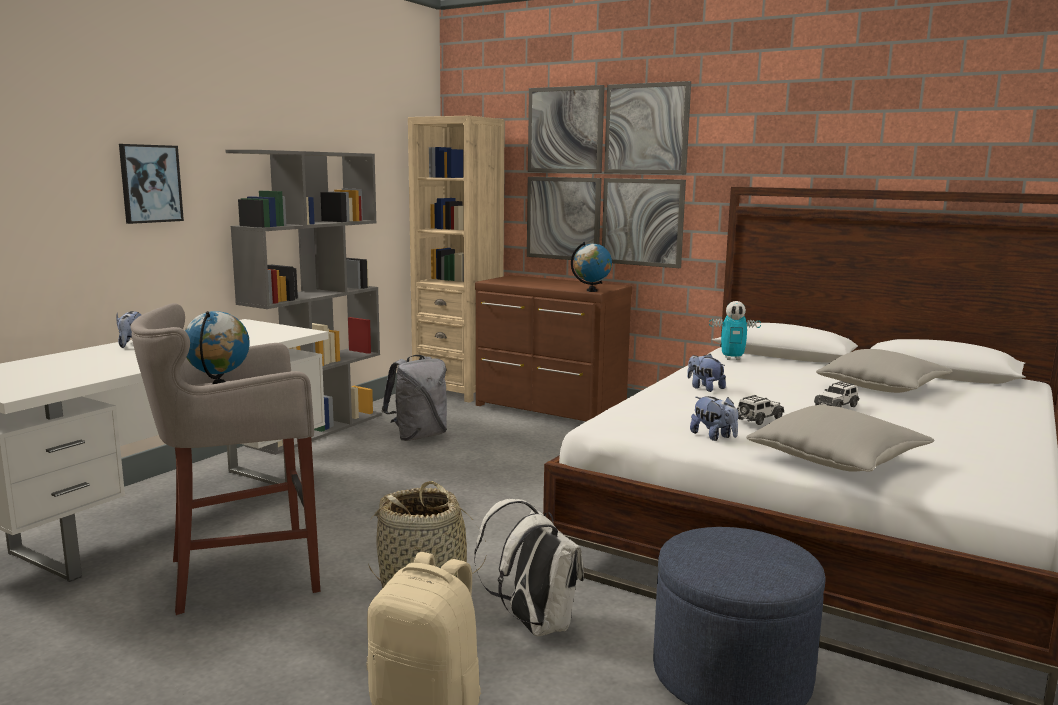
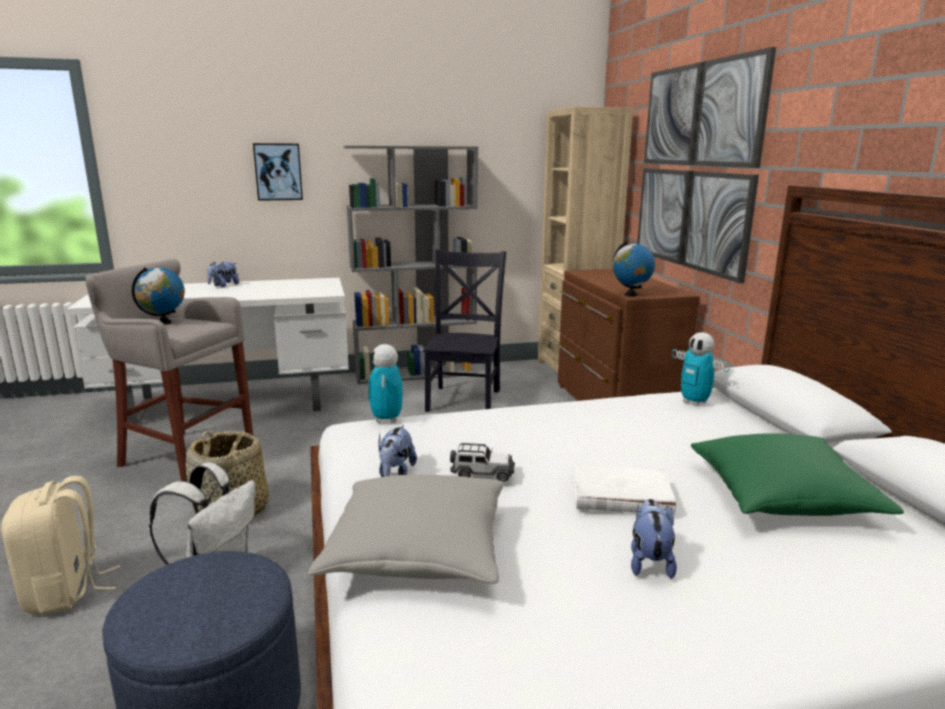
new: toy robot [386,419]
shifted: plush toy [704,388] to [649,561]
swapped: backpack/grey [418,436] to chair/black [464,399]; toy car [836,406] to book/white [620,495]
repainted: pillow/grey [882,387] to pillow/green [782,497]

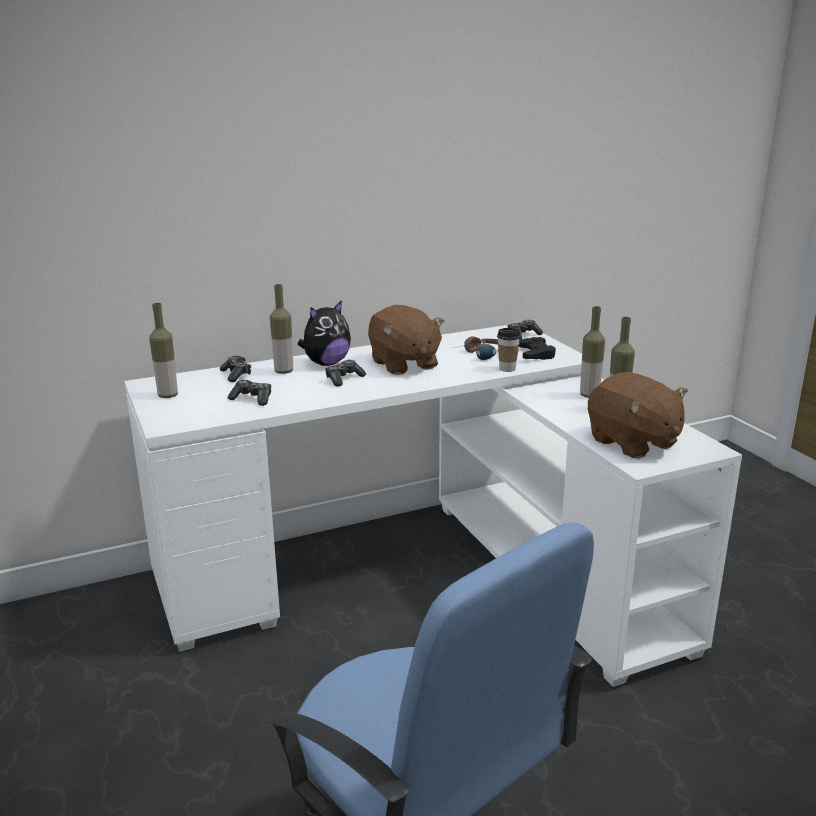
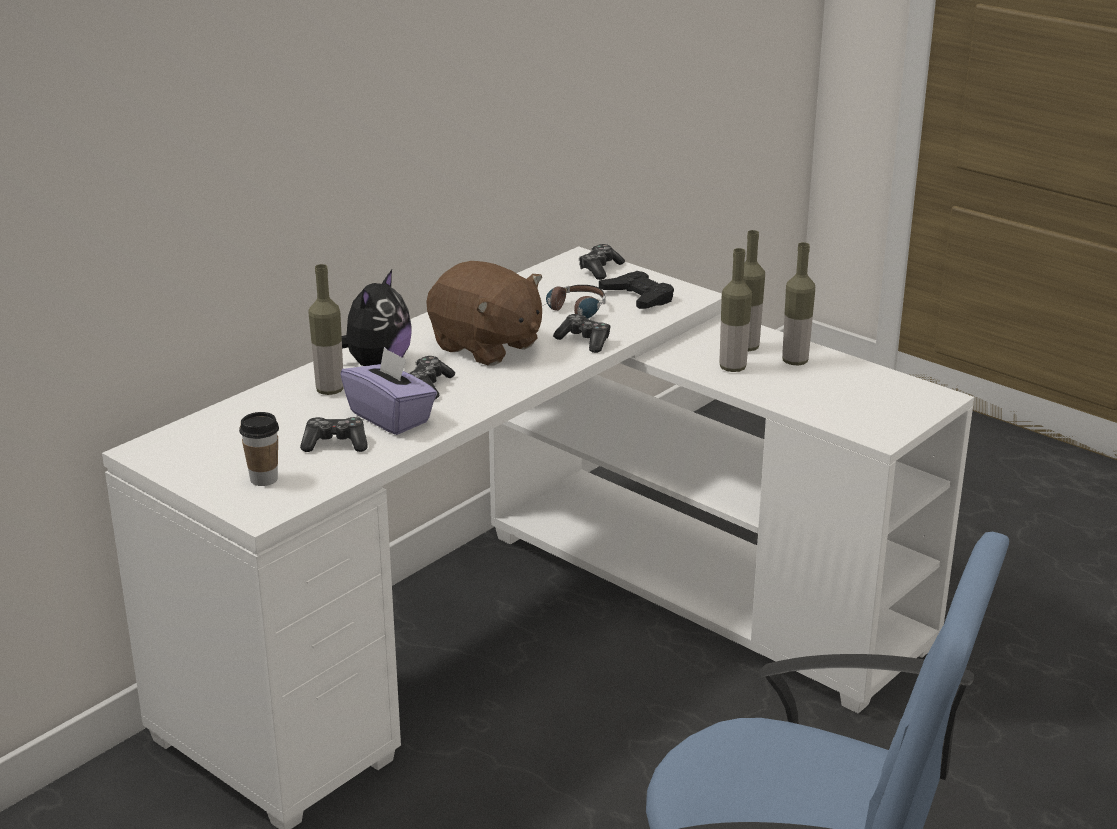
gone: plush toy/brown [633,443]
new: tissue box/purple [391,417]
shifted: cup [507,369] to [264,479]; game controller [236,375] to [584,341]; bottle [168,395] to [732,368]

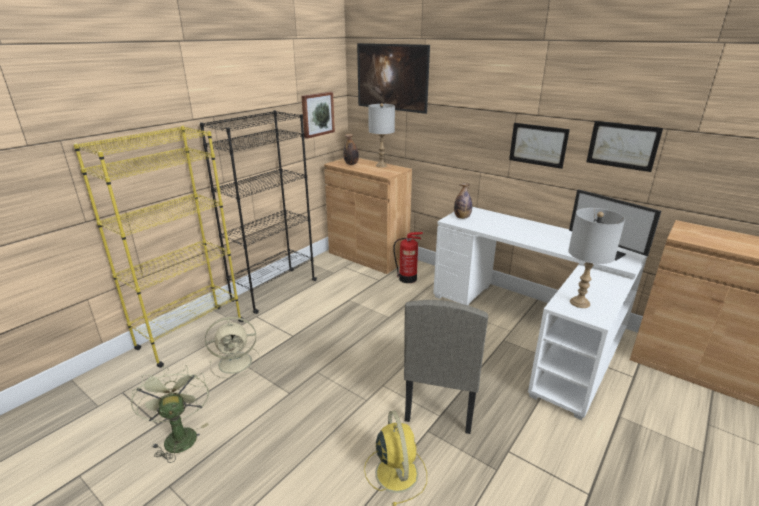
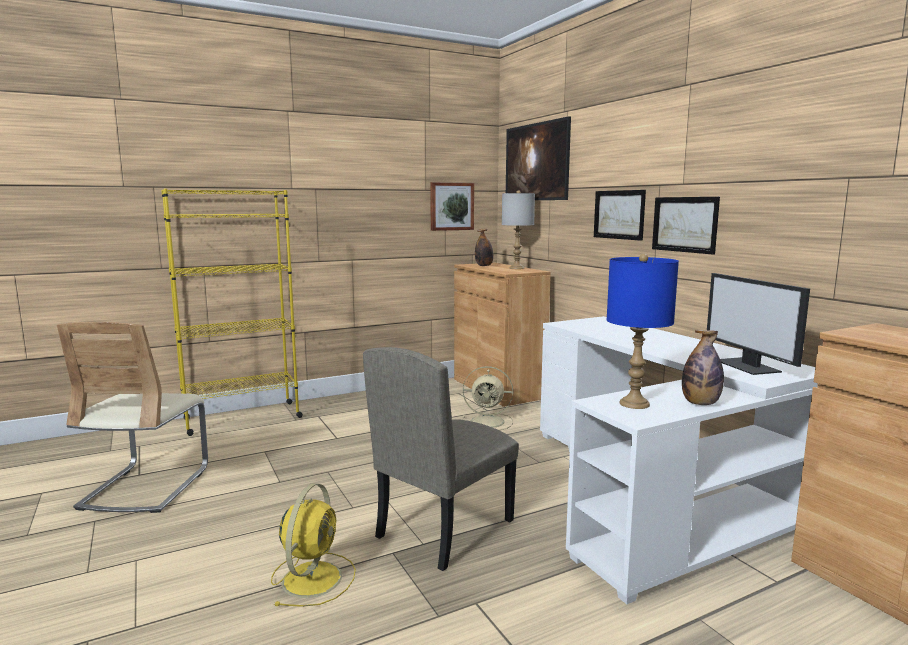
gone: bookcase/black [274,290]; fire extinguisher [408,278]
shifted: fan/beige [237,362] to [489,421]; picture [622,145] to [619,214]; bottle [462,217] to [700,403]
swapped: fan/green [179,435] to chair/beige [146,487]
repainted: table lamp/grey [579,303] to table lamp/blue [633,404]

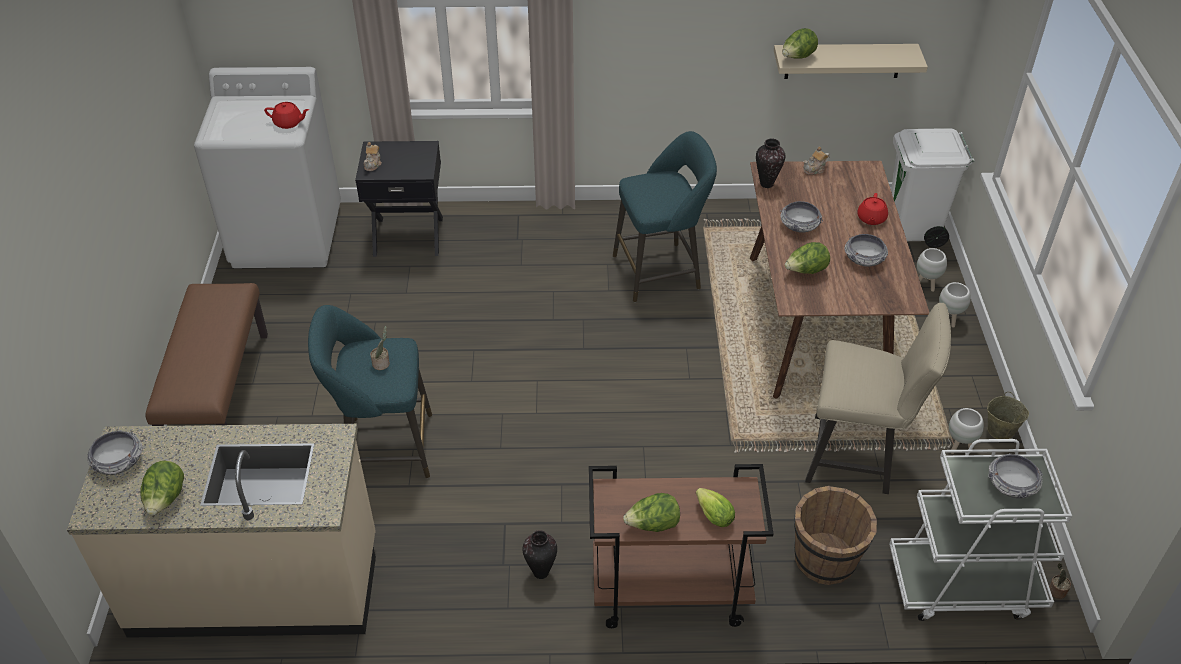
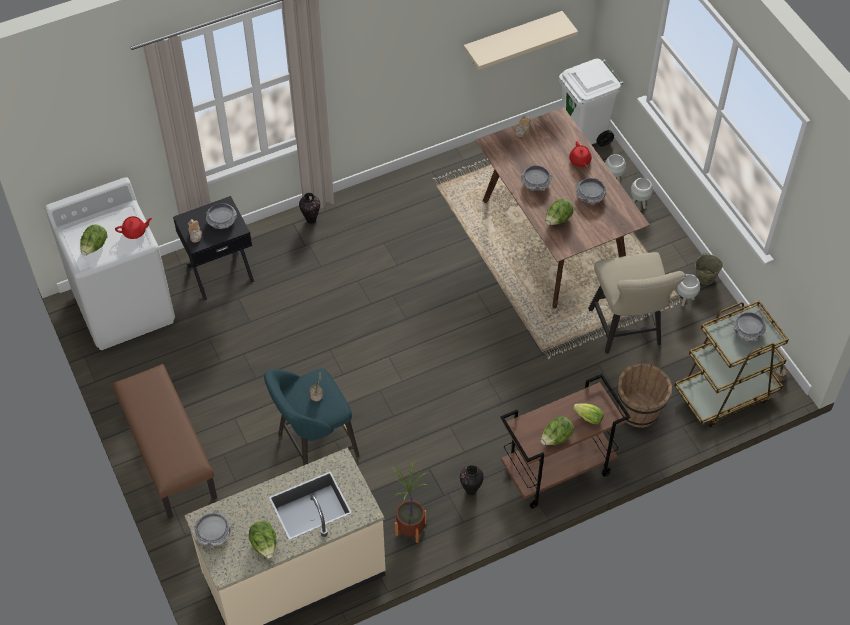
gone: stool/turquoise [661,271]
new: bowl [222,221]; potted plant [410,529]
shifted: lettuce [797,58] to [95,247]; vase [767,184] to [311,219]
repainted: cart/white [964,584] to cart/brown [725,393]
rotated: chair/beige [859,457] = [627,331] 90 degrees clockwise

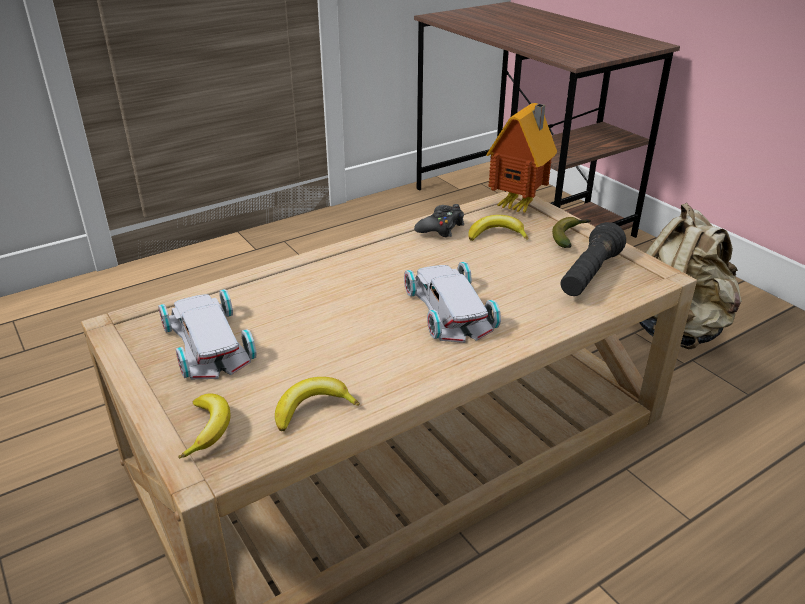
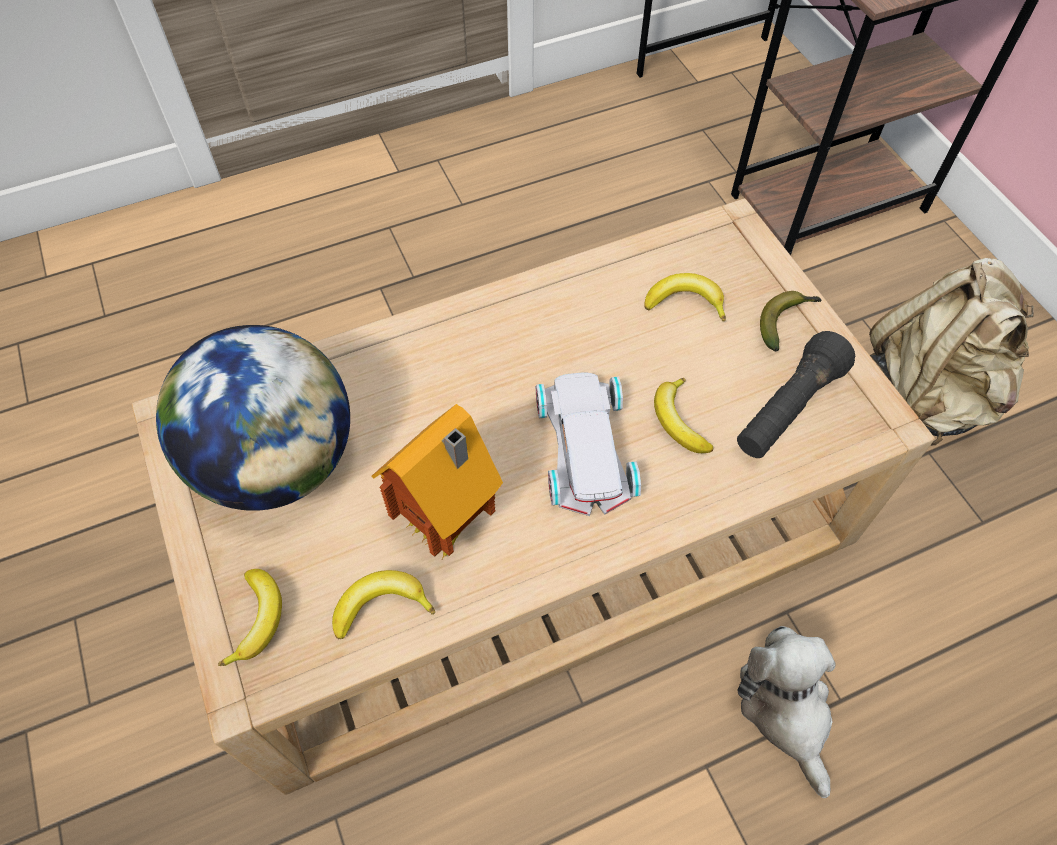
gone: game controller/black [441,228]
new: banana [678,421]; plush toy [786,710]
shifted: toy house [519,207] to [449,527]
swapped: toy car/white [209,341] to globe [278,462]

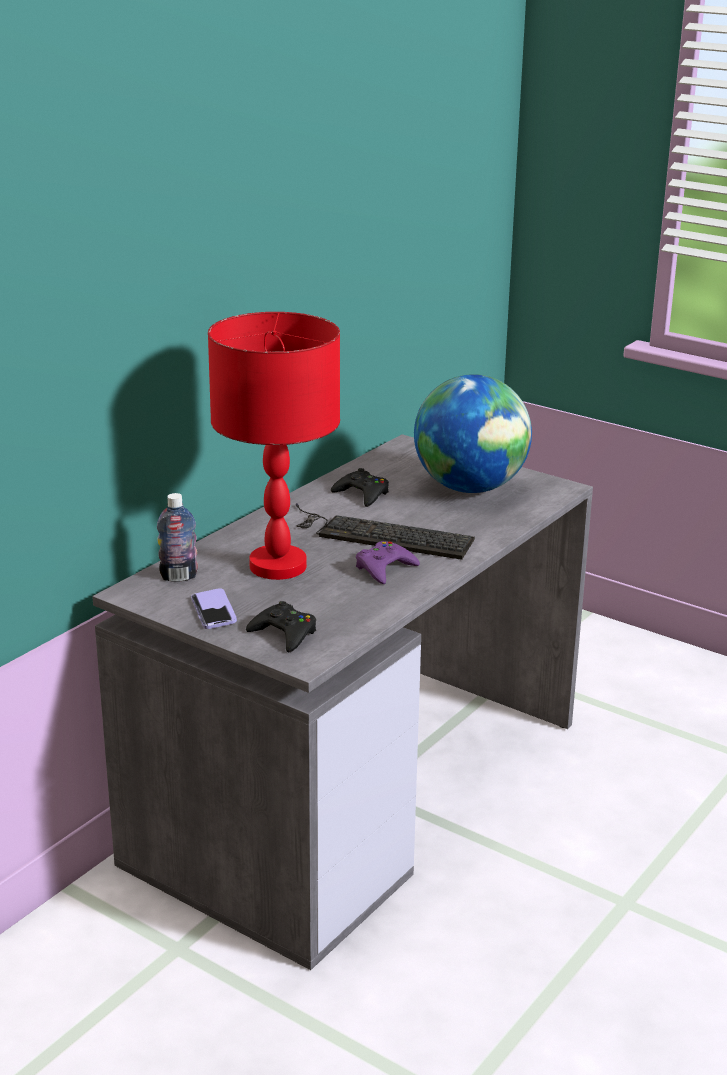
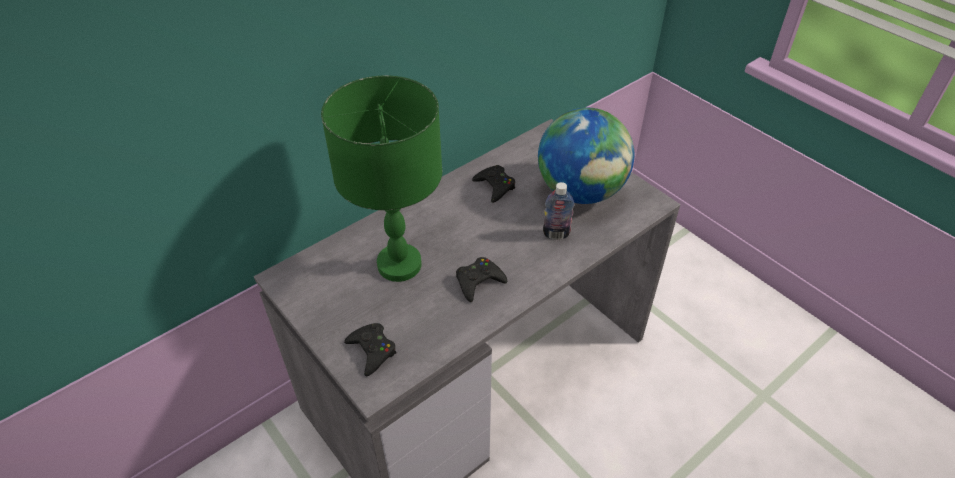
gone: phone [213,611]; keyboard [379,534]
shifted: bottle [179,577] to [556,234]
repainted: table lamp/red [279,566] to table lamp/green [400,265]; game controller/purple [384,568] to game controller/black [478,282]

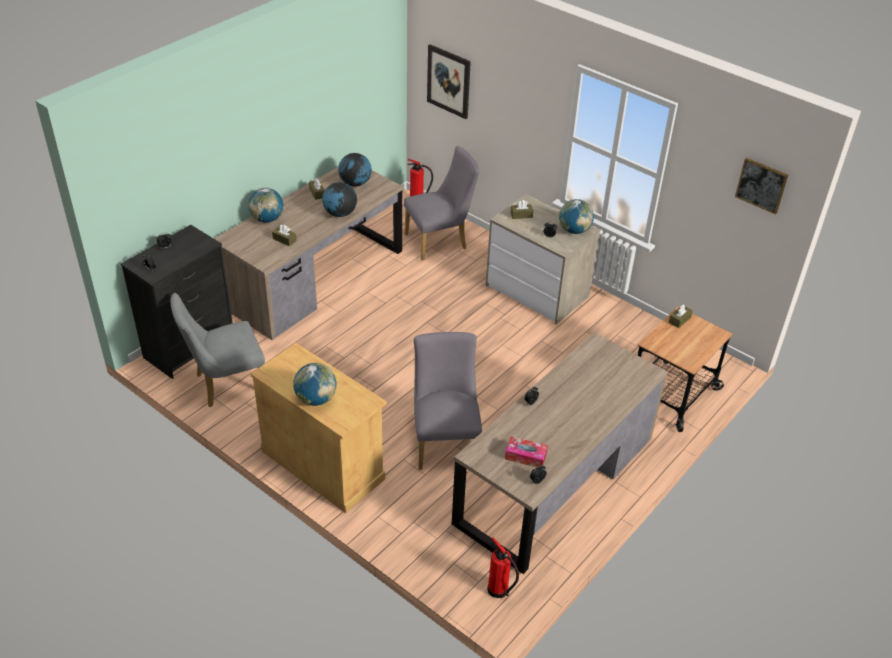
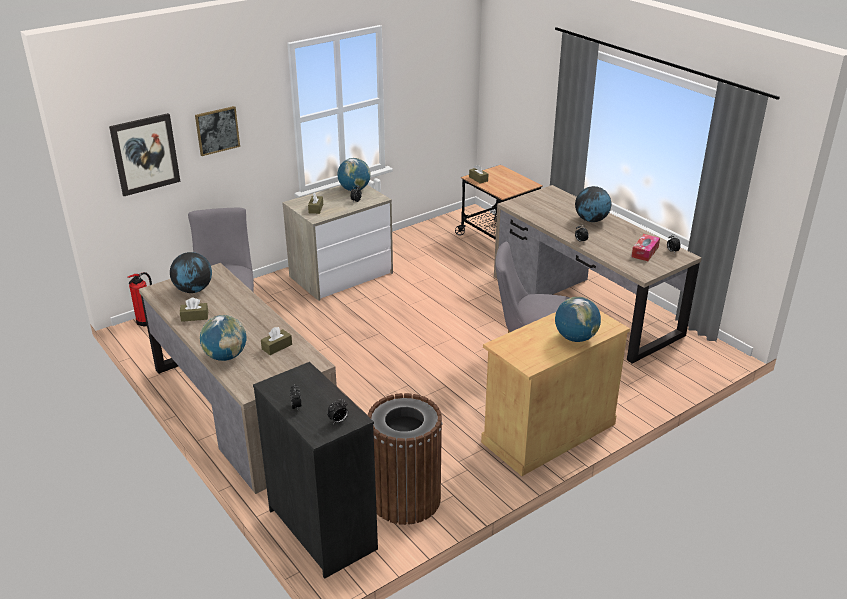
gone: fire extinguisher [499,591]
shifted: picture [761,185] to [217,130]; globe [340,213] to [591,220]
swapped: chair/grey [225,385] to trash can/brown [405,499]

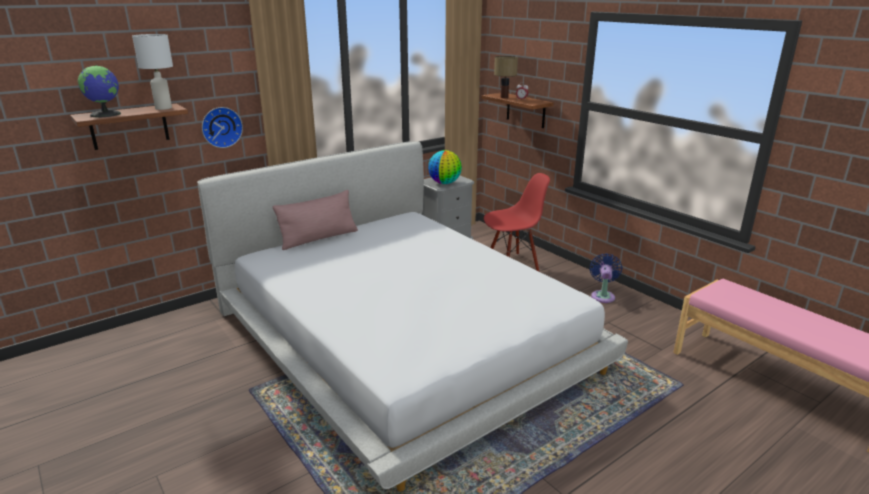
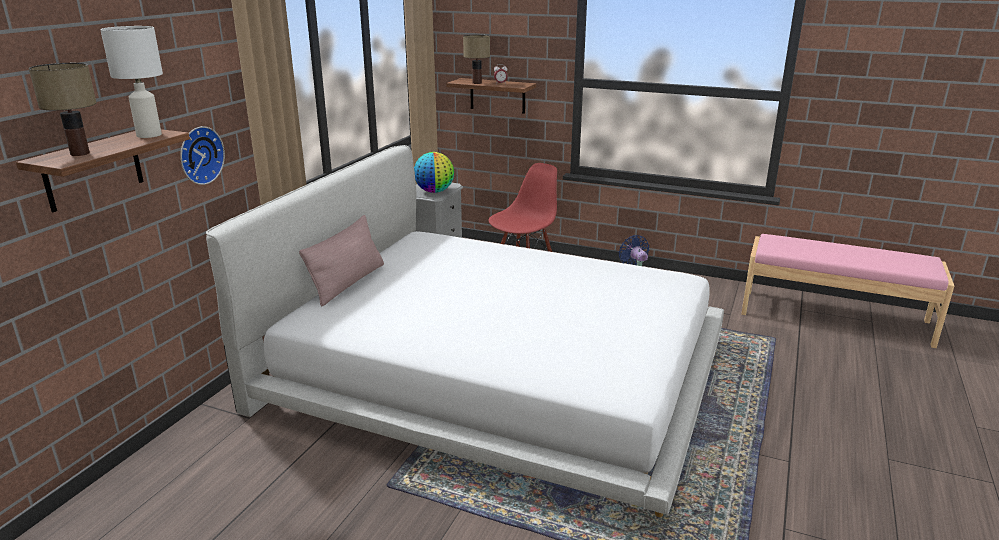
swapped: globe [106,114] to table lamp [81,153]

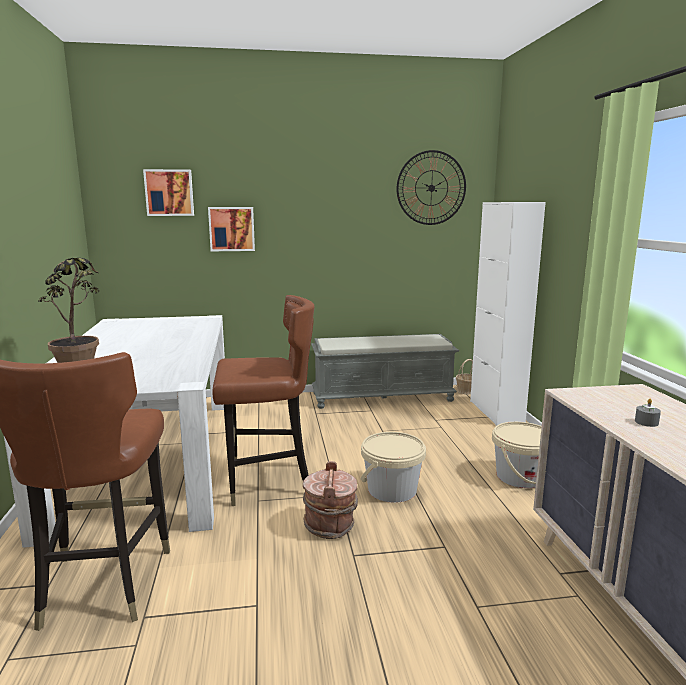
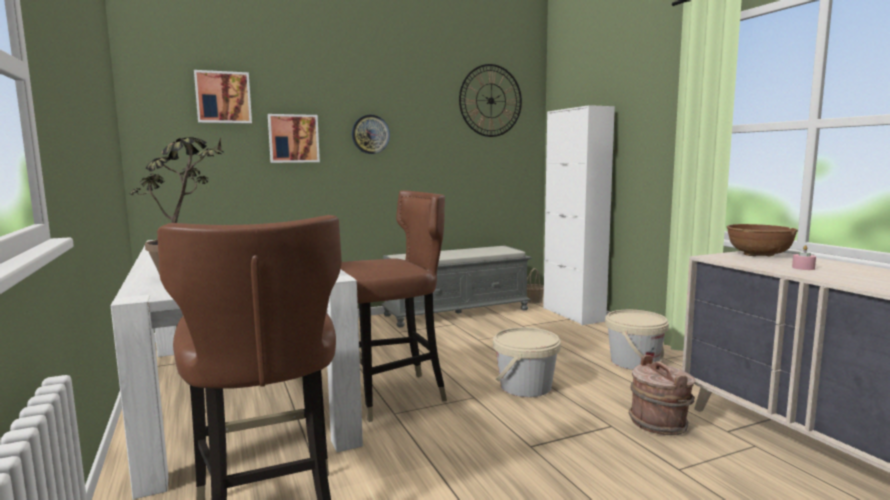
new: wall clock [370,134]; bowl/brown [758,255]
shifted: bucket/brown [330,525] to [659,424]
repainted: candle/grey [646,422] to candle/pink [803,268]

